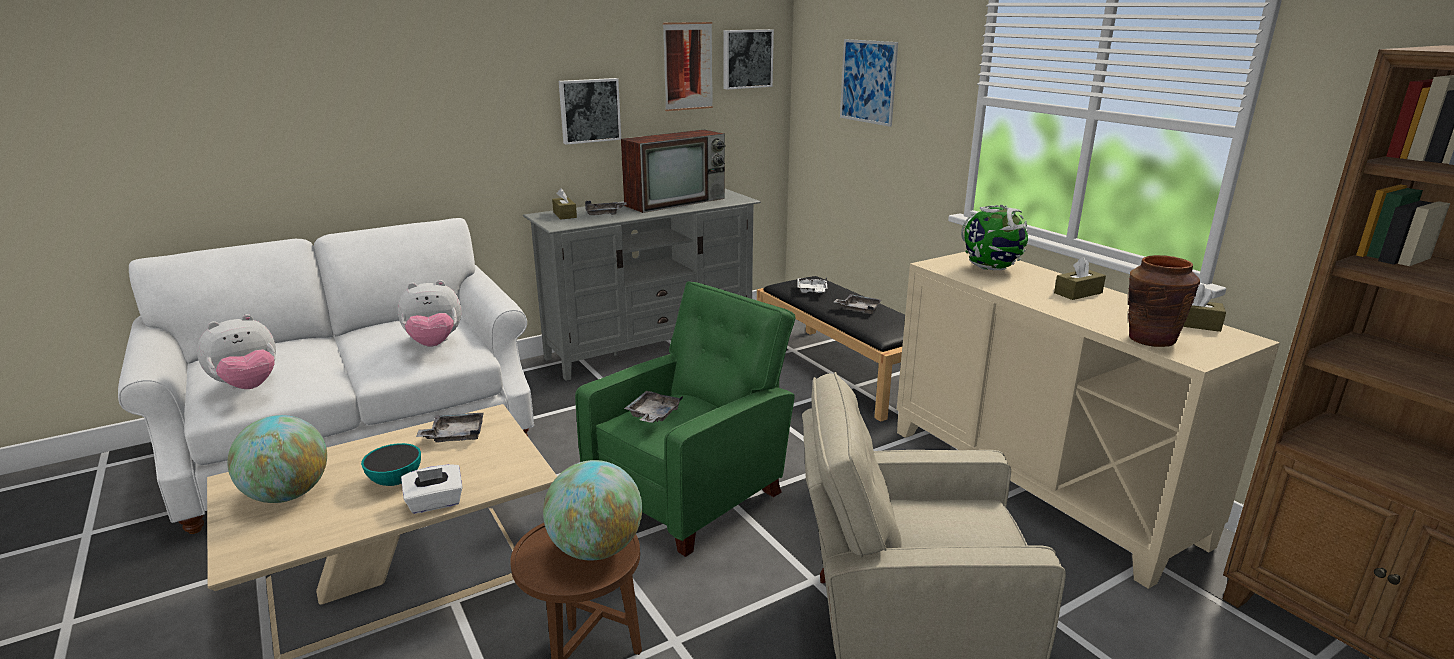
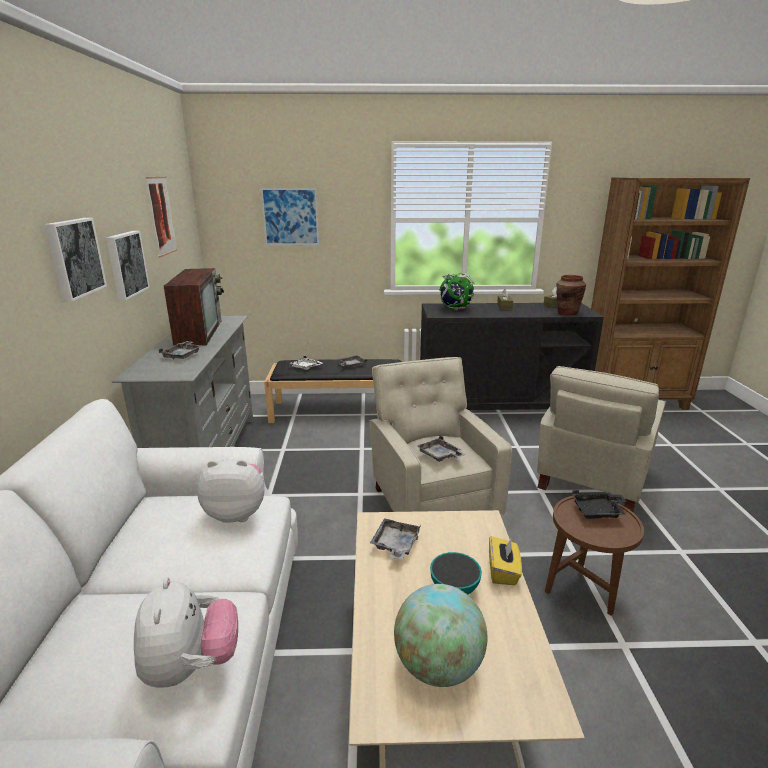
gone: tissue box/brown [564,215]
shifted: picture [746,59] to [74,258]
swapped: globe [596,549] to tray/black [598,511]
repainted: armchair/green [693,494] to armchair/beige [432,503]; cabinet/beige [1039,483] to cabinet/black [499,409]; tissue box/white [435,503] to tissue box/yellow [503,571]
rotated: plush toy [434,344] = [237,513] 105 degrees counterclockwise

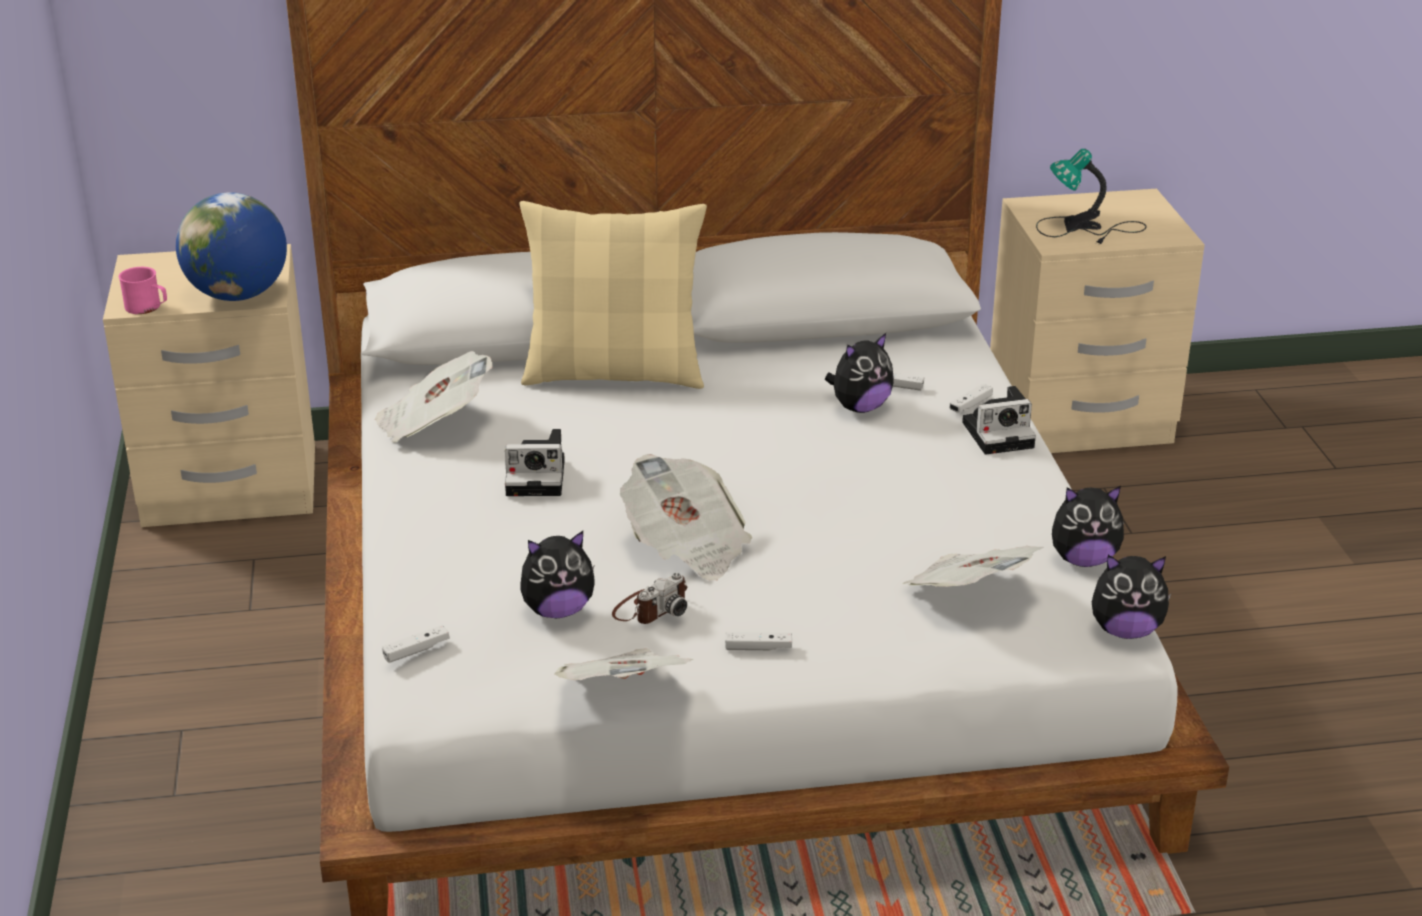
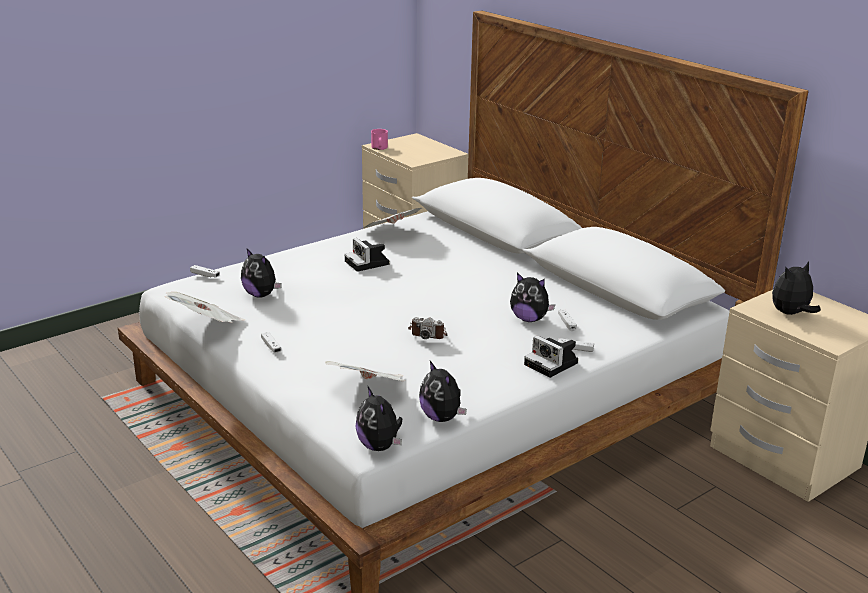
gone: globe [238,295]; pillow/beige [614,373]; newspaper [686,546]
shifted: photo camera [650,608] to [428,333]
swapped: table lamp [1087,229] to plush toy [791,314]

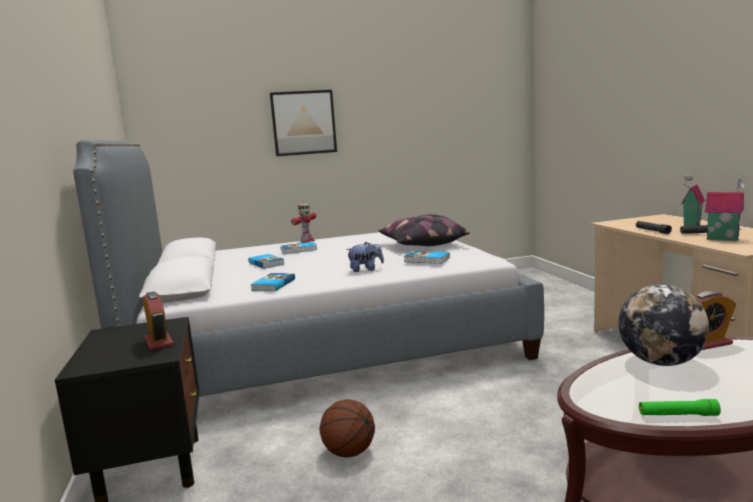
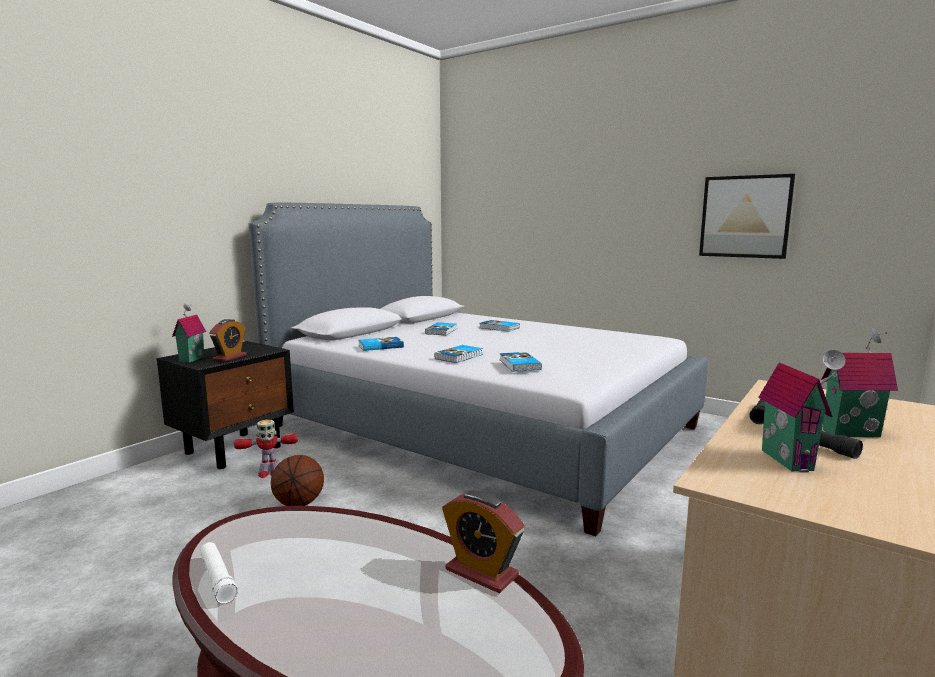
gone: pillow [422,245]; globe [660,362]
new: toy house [190,359]
shifted: toy robot [307,241] to [268,473]; picture [303,123] to [745,216]
swapped: plush toy [366,269] to book [460,356]
repainted: flashlight/green [677,415] to flashlight/white [217,579]

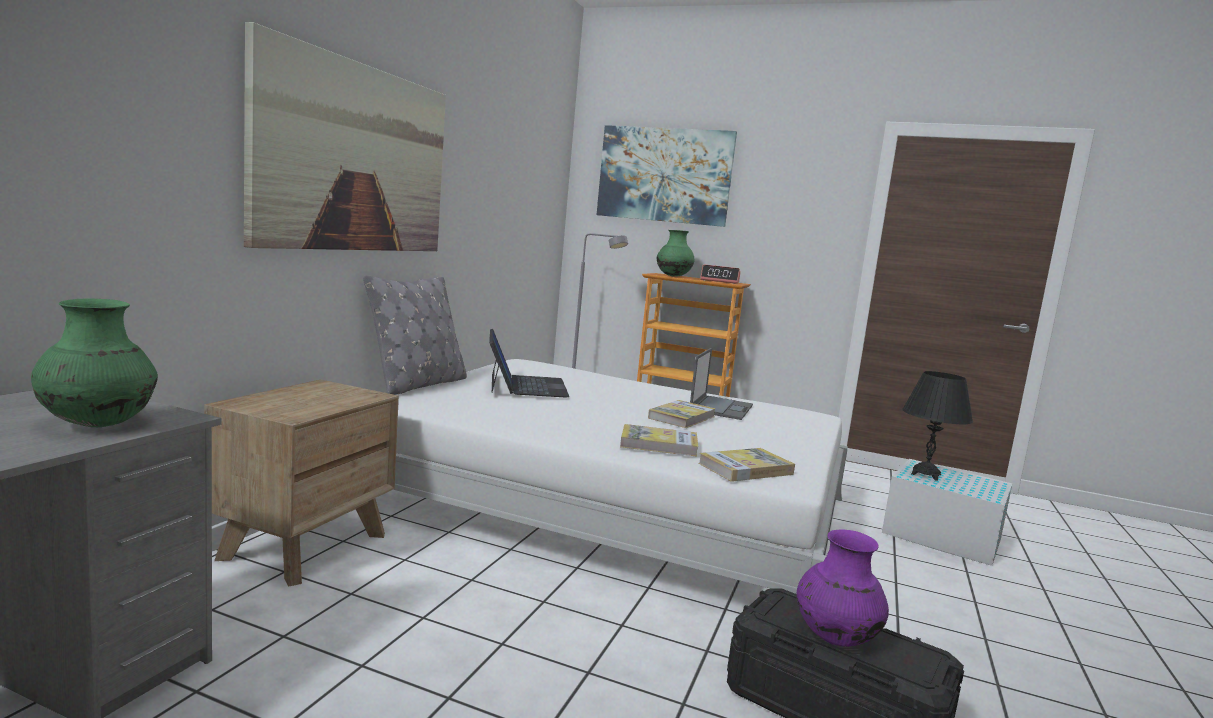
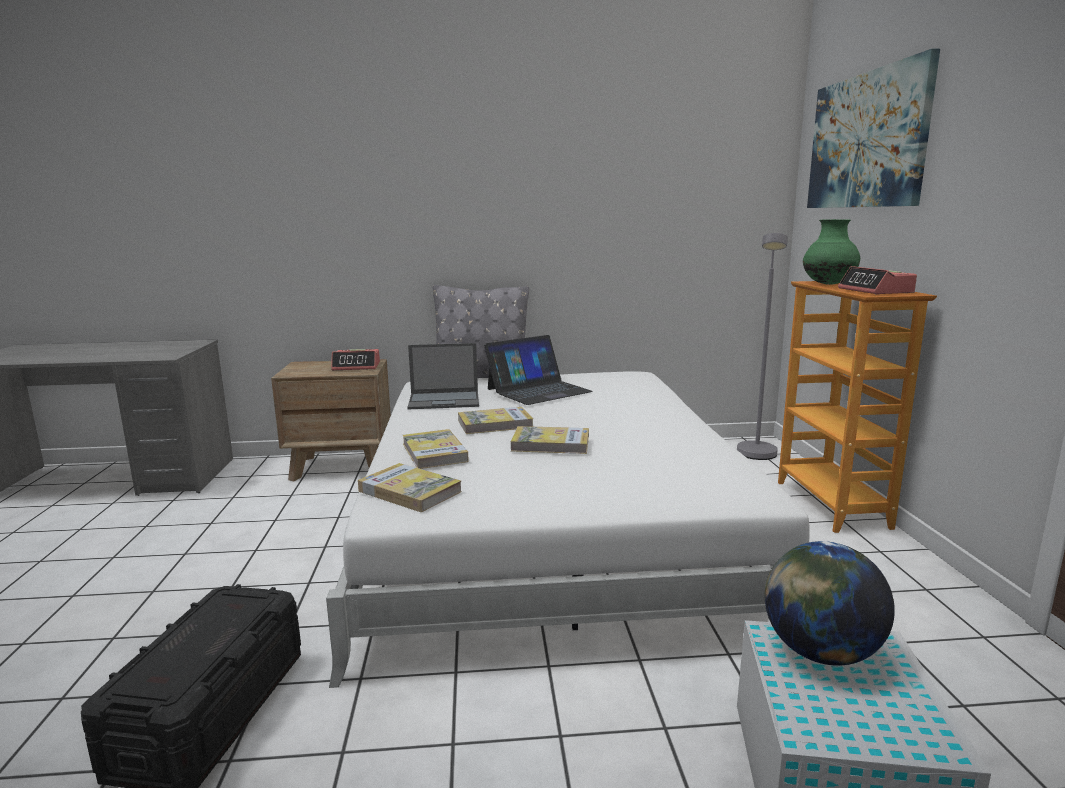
gone: vase/green [97,424]; picture [356,159]; vase/purple [834,638]
new: alarm clock [356,366]; book [495,424]
shifted: laptop [721,407] to [445,400]
swapped: table lamp/black [926,474] to globe [820,652]

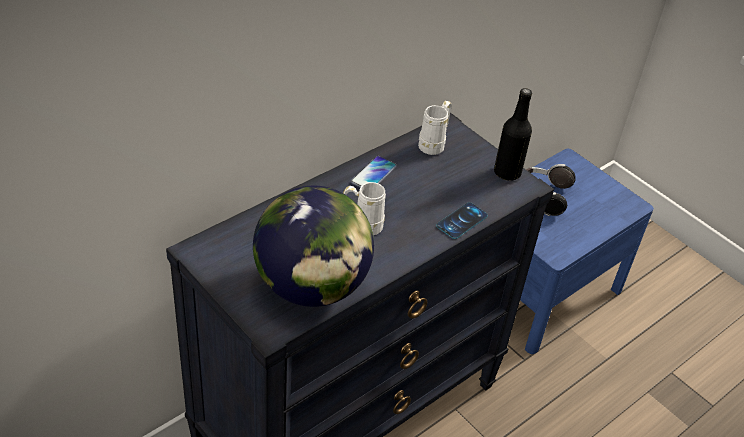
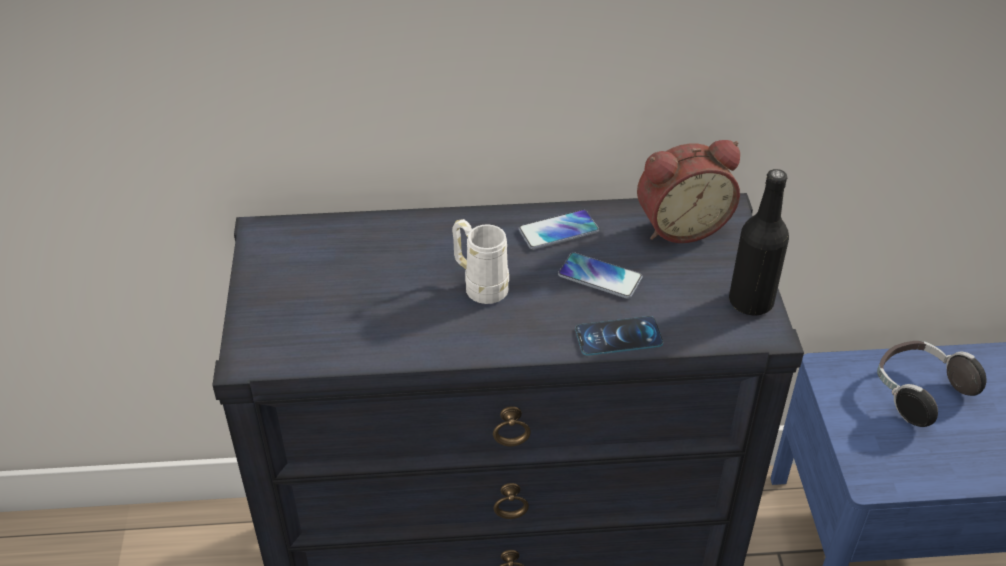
gone: globe [312,287]
new: phone [600,276]
swapped: mug/white [434,144] to alarm clock [680,225]

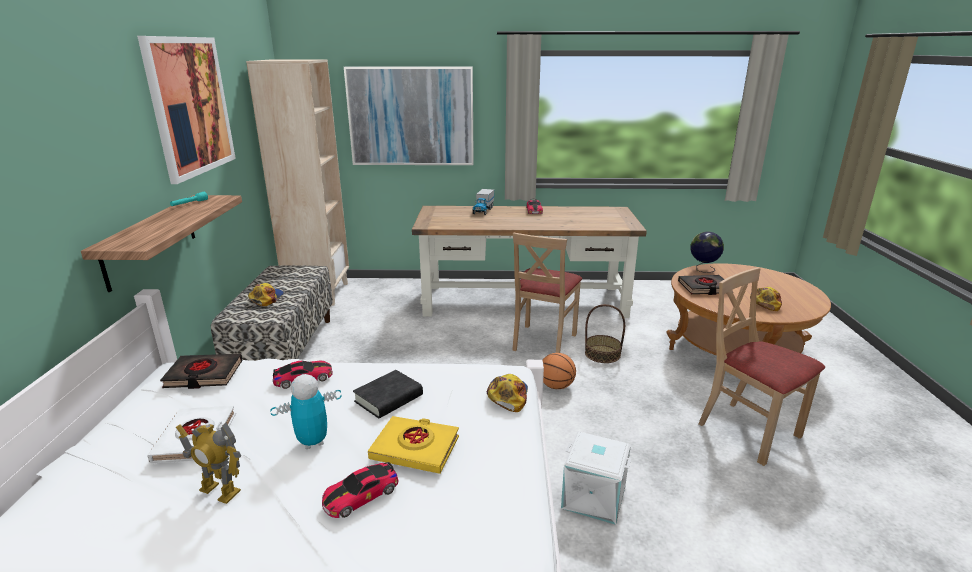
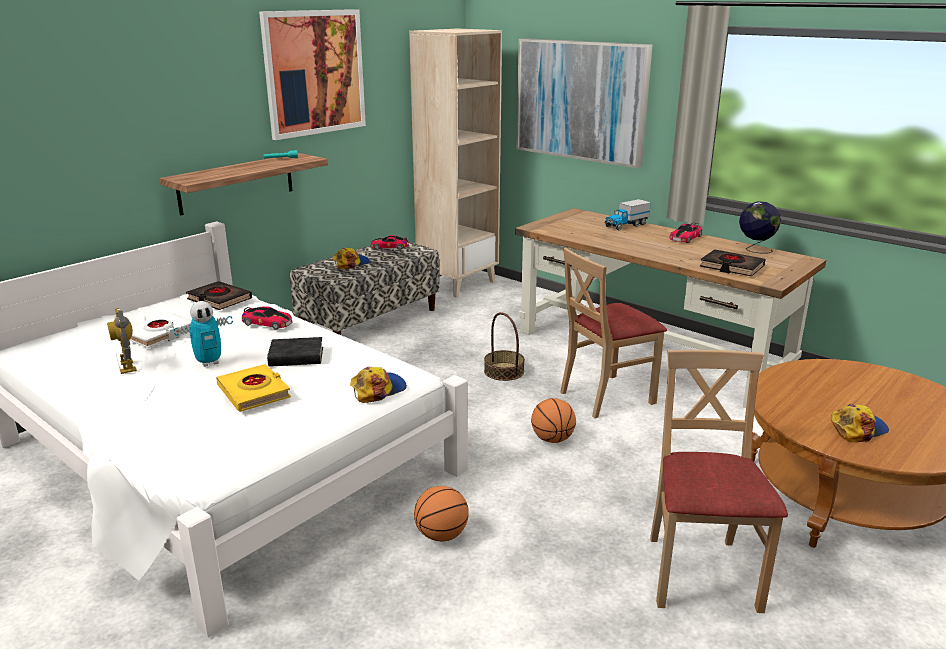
shifted: toy car [361,495] to [389,247]; basket [602,354] to [504,371]; book/black [704,288] to [731,267]; globe [703,269] to [755,249]
swapped: storage box/white [594,496] to basketball [441,535]
rotated: toy robot [312,442] = [209,362] 135 degrees clockwise

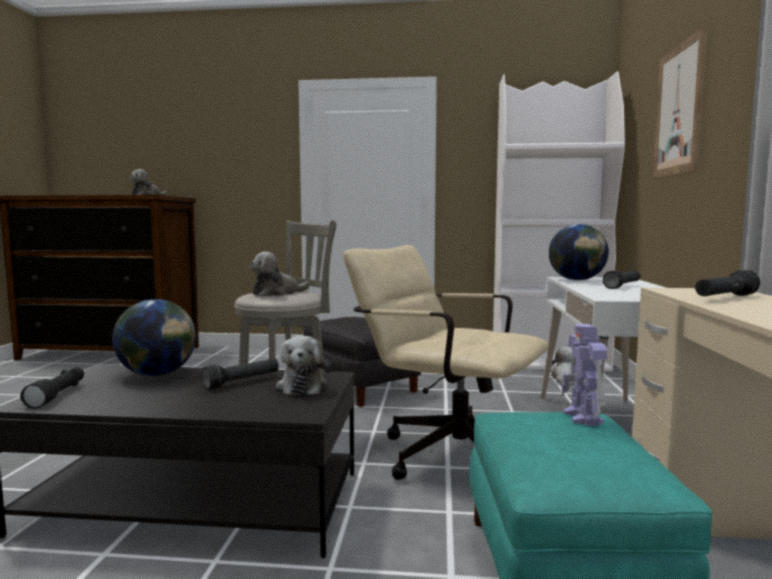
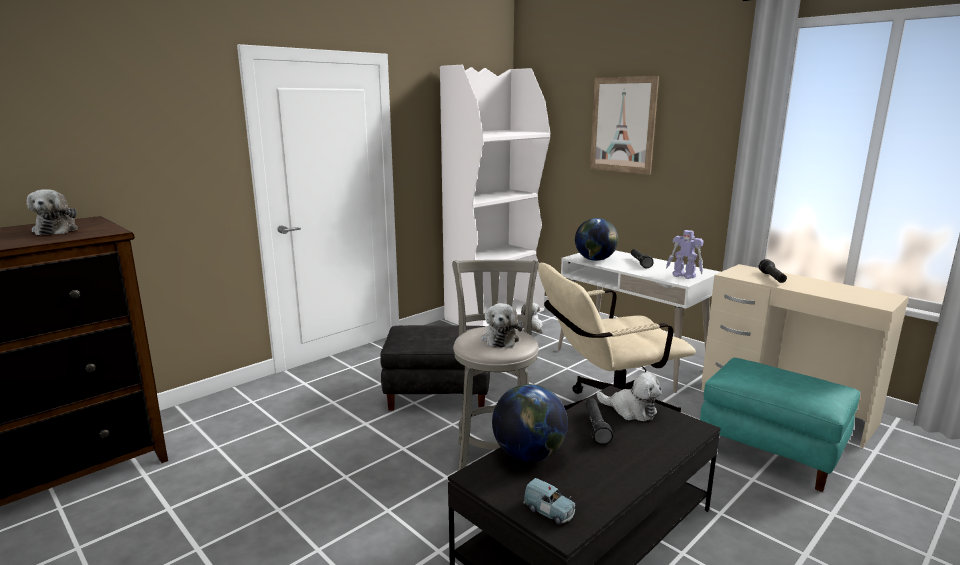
shifted: toy robot [583,418] to [684,276]
swapped: flashlight/black [58,395] to toy car/blue [549,511]

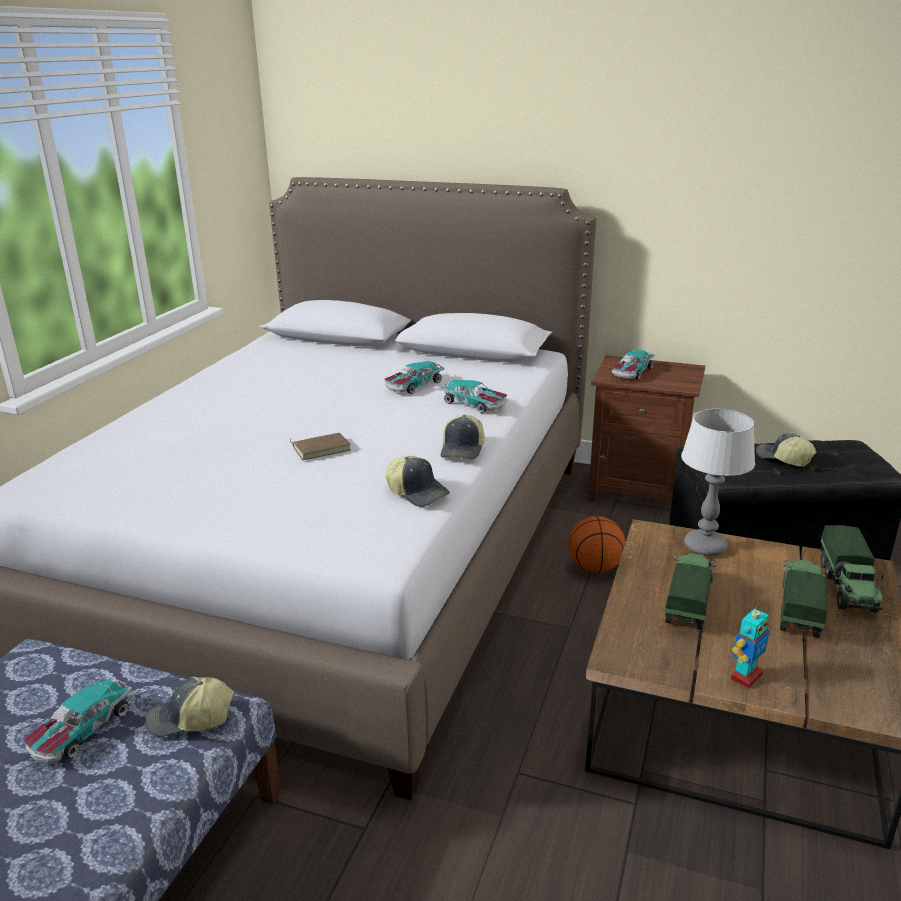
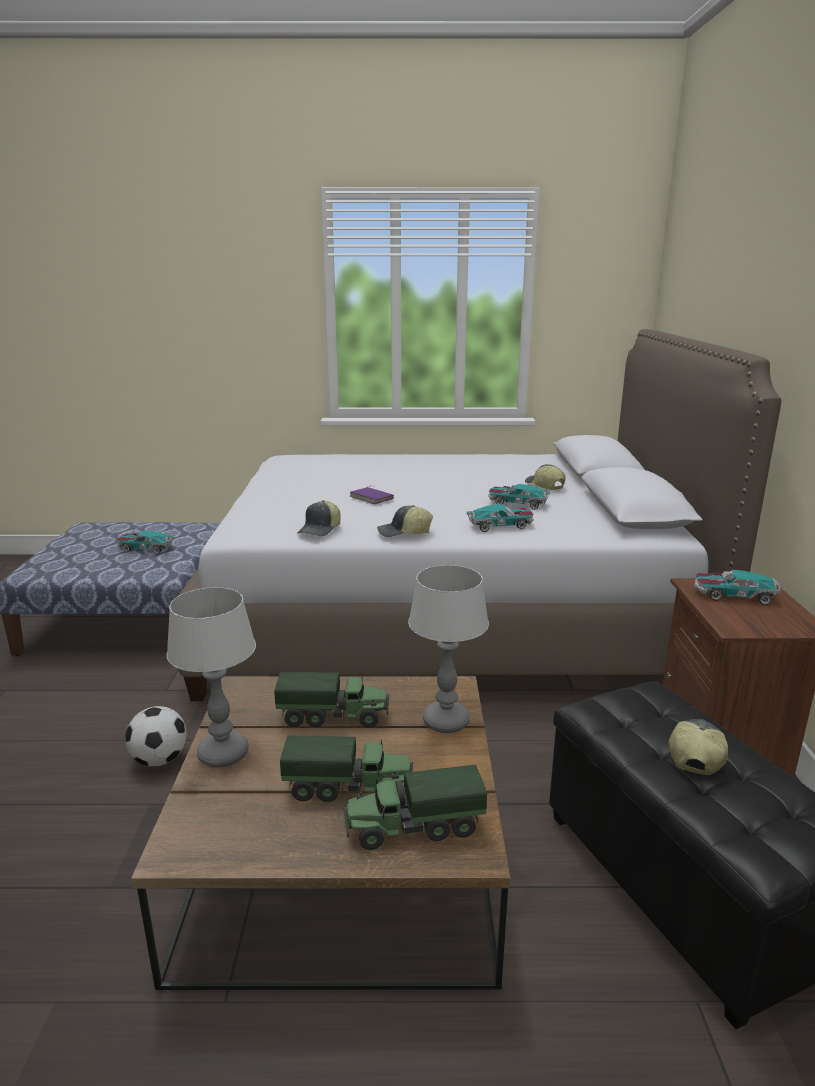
gone: basketball [595,568]
new: football [159,760]
shifted: cap [190,719] to [544,486]
swapped: toy robot [745,676] to table lamp [224,754]
repainted: book/brown [321,448] to book/purple [372,498]
rotated: toy car [474,404] = [500,525] 120 degrees counterclockwise

